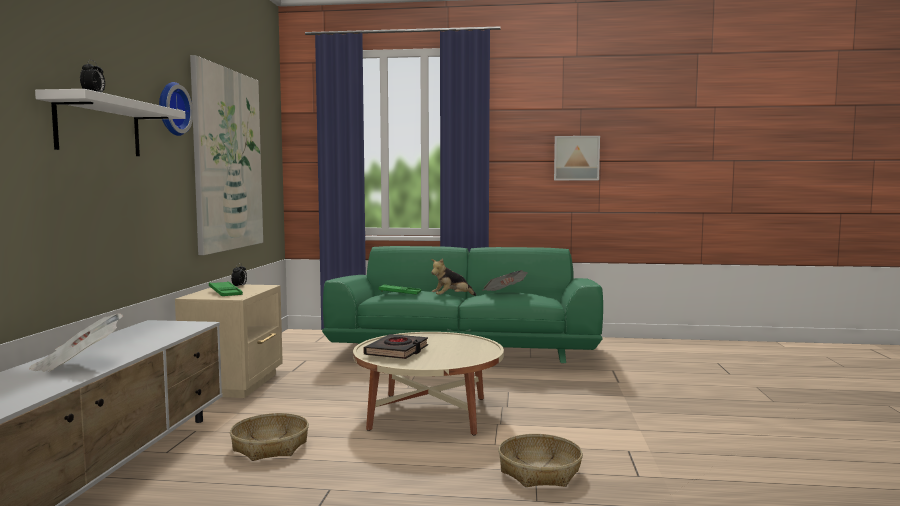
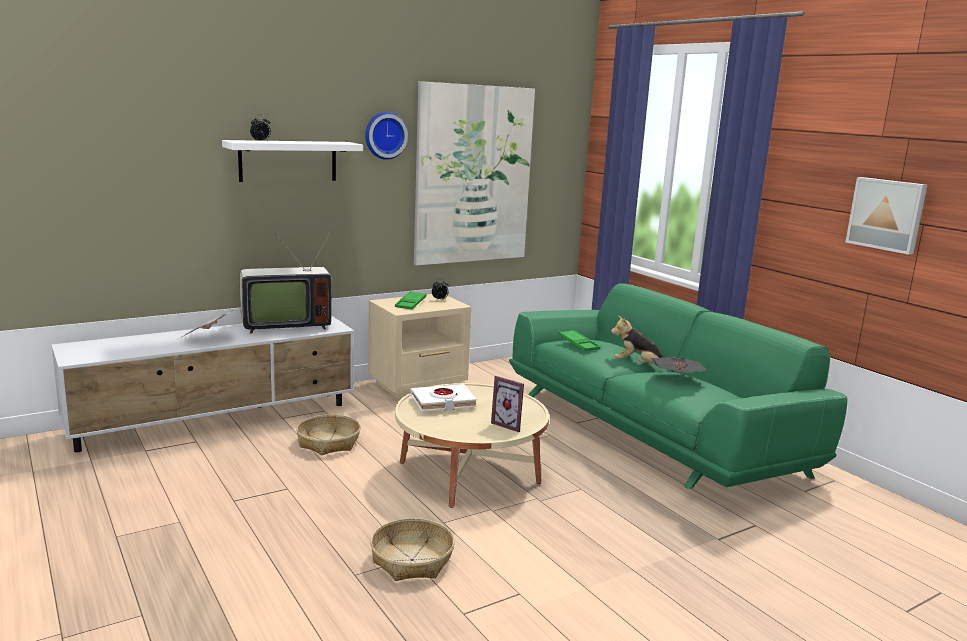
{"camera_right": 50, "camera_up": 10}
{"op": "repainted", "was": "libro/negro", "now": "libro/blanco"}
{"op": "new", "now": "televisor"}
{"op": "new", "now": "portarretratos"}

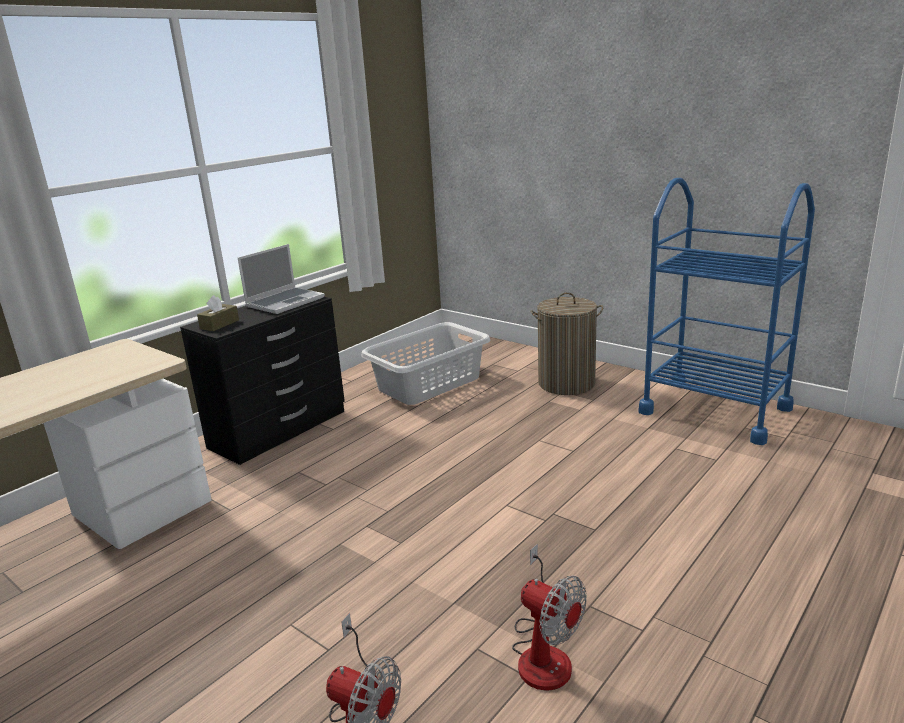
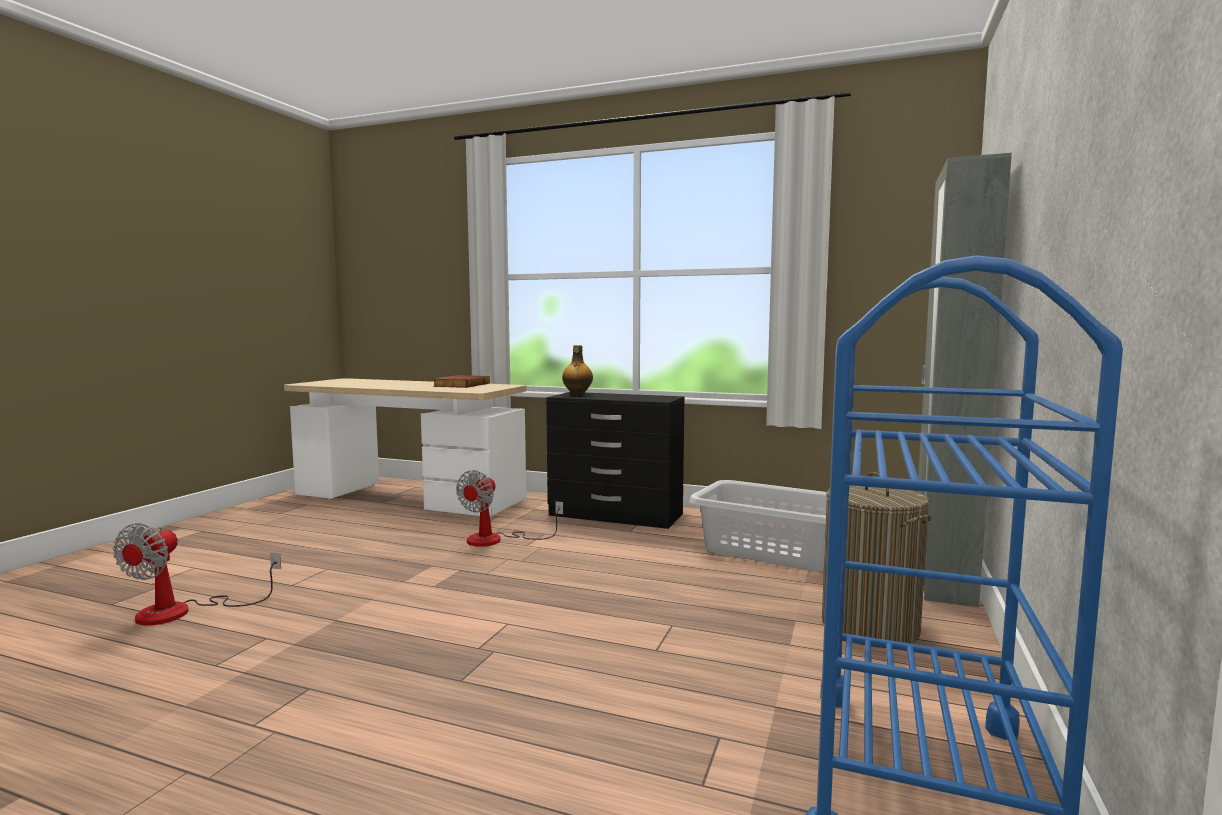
{"camera_right": 70, "camera_up": -15}
{"op": "swapped", "was": "caja de pañuelos/marrón", "now": "botella"}
{"op": "gone", "was": "portátil"}
{"op": "shifted", "was": "ventilador (no. 2 from left)"}
{"op": "new", "now": "libro"}
{"op": "new", "now": "armario ropero/gris"}

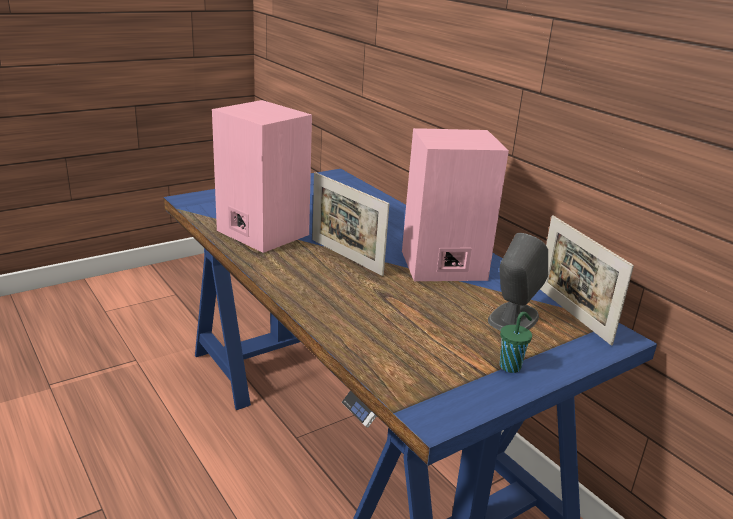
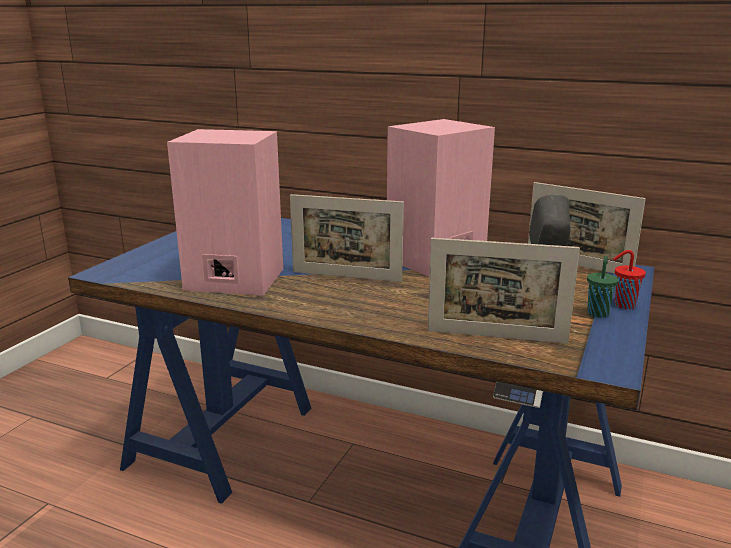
{"camera_right": -30, "camera_up": -5}
{"op": "new", "now": "portarretratos (no. 2 from left)"}
{"op": "new", "now": "taza/rojo"}

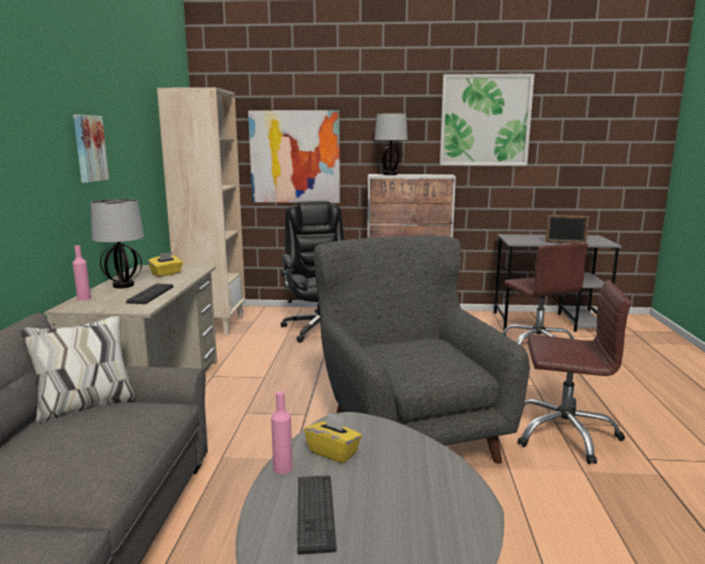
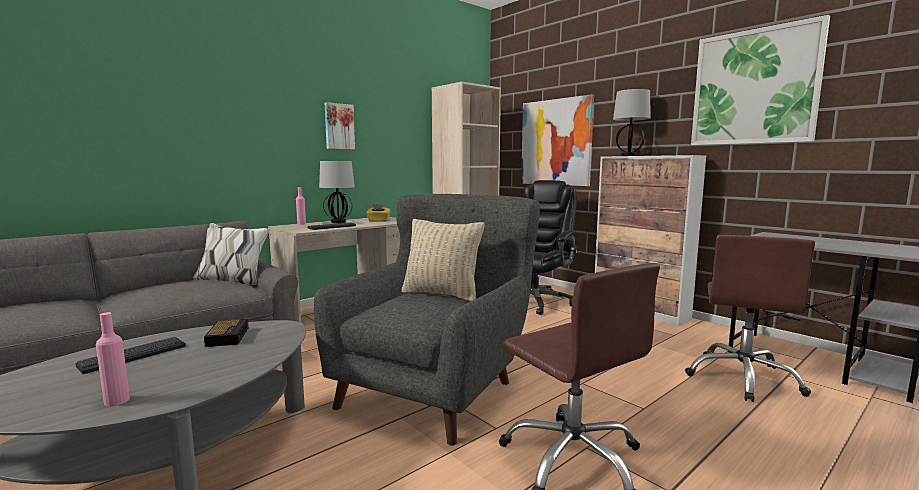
{"camera_right": 45, "camera_up": -5}
{"op": "shifted", "was": "botella/rosa (no. 2 from left in the first image)", "now": "botella/rosa (no. 1 from left)"}
{"op": "swapped", "was": "caja de pañuelos/amarillo (no. 2 from left)", "now": "despertador"}
{"op": "gone", "was": "portarretratos"}
{"op": "new", "now": "cojín/beis"}

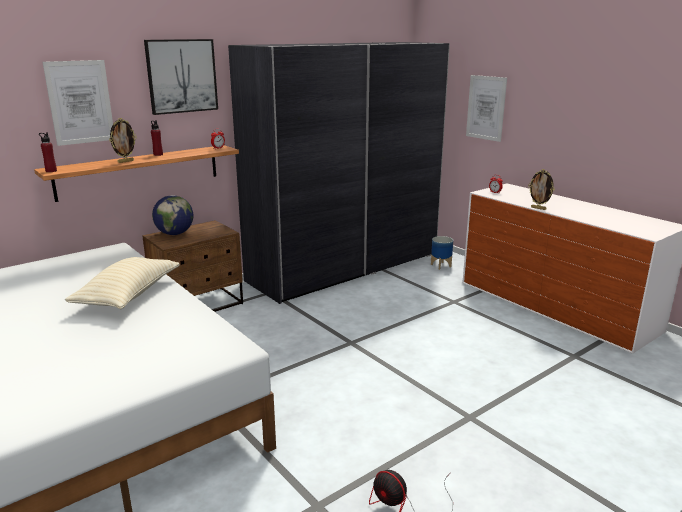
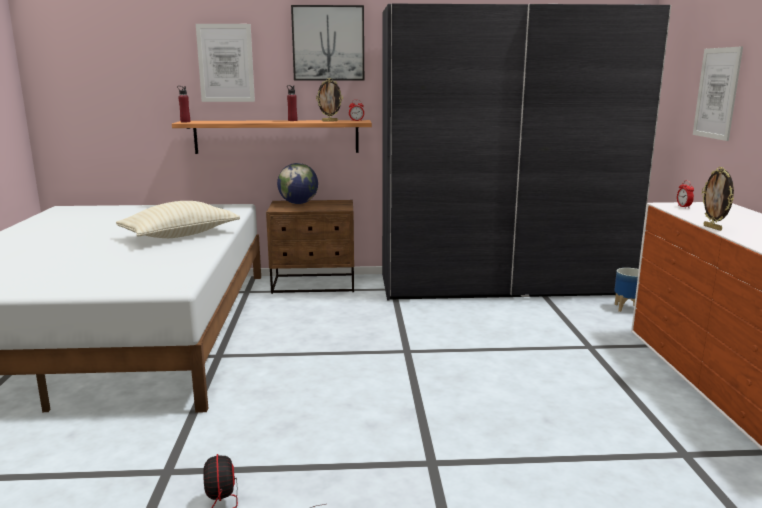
{"camera_right": 35, "camera_up": -5}
{"op": "shifted", "was": "portarretratos (no. 1 from left)"}

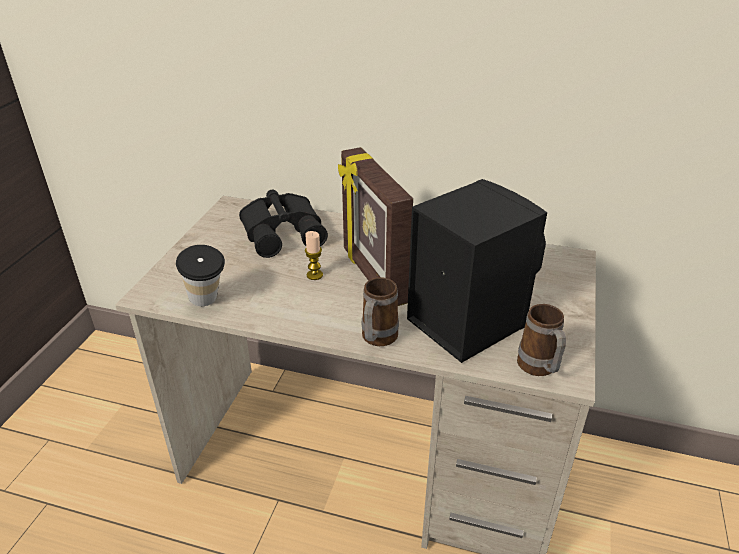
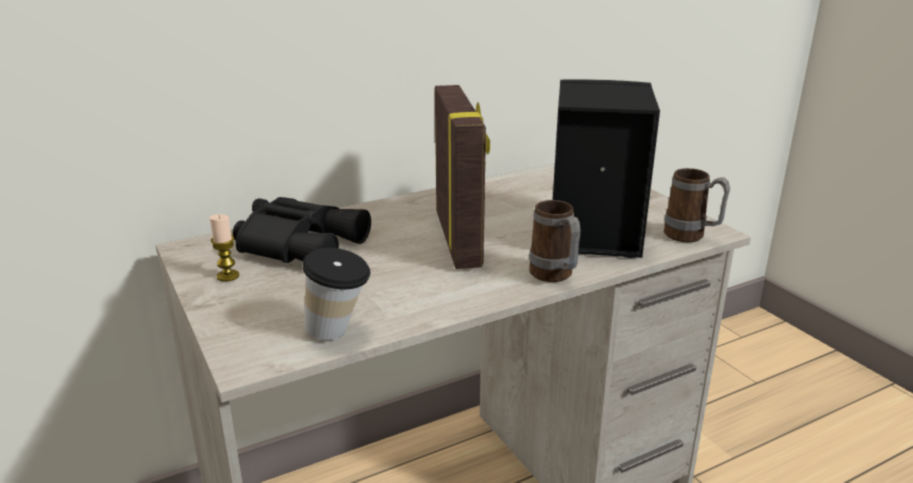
{"camera_right": -45, "camera_up": -10}
{"op": "shifted", "was": "vela"}
{"op": "rotated", "was": "portarretratos", "clockwise": -120}

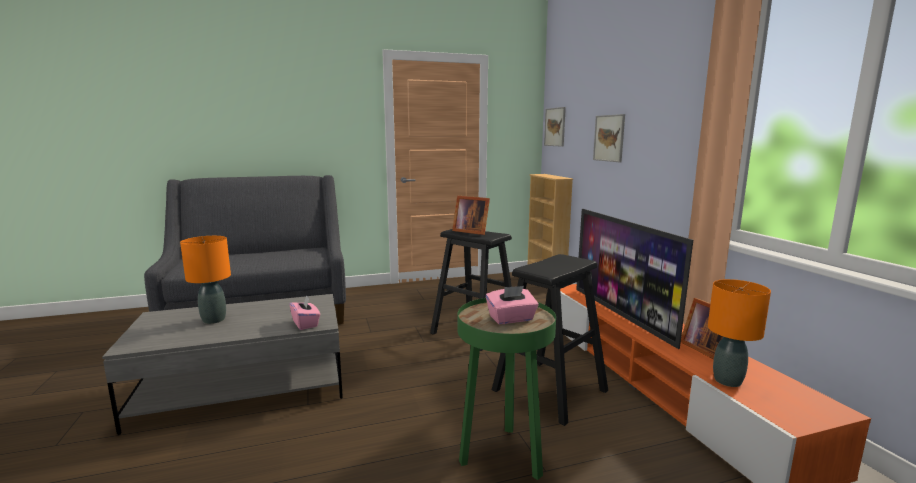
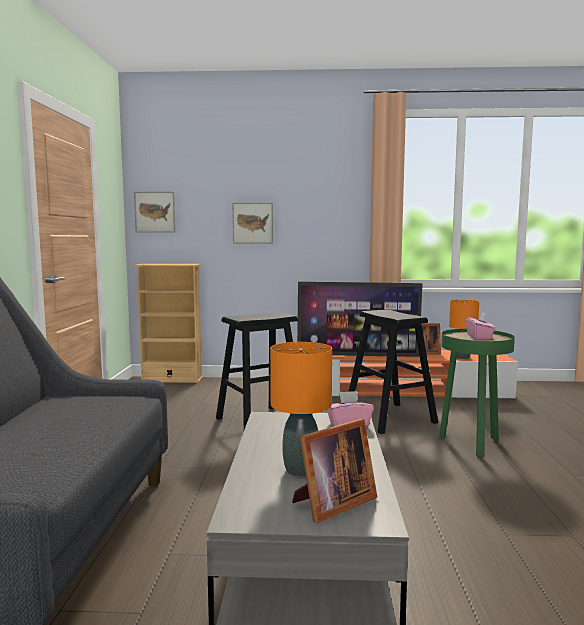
{"camera_right": -70, "camera_up": -5}
{"op": "shifted", "was": "portarretratos (no. 1 from left)"}

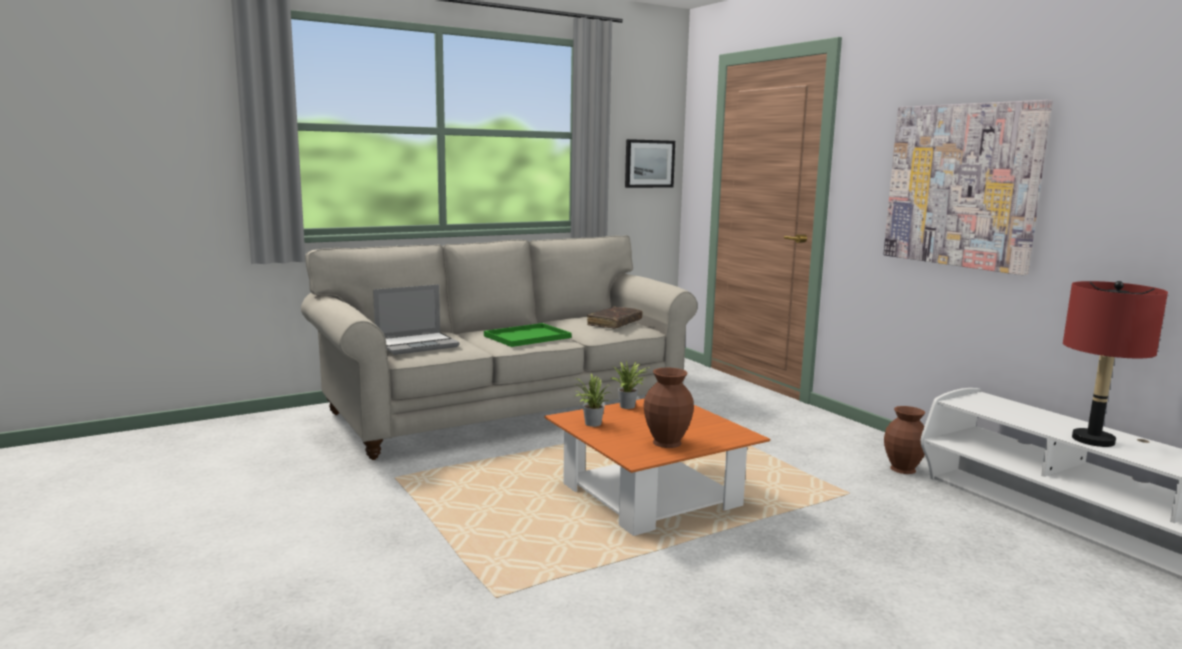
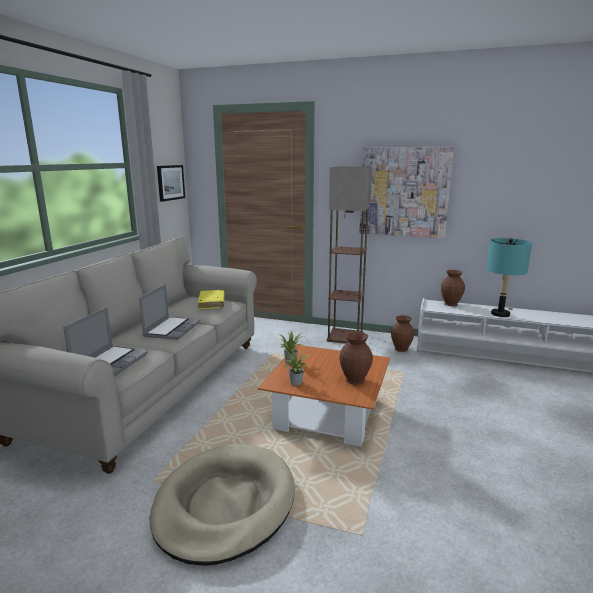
{"camera_right": -40, "camera_up": 5}
{"op": "swapped", "was": "bandeja/verde", "now": "portátil (no. 2 from left)"}
{"op": "repainted", "was": "libro/marrón", "now": "libro/amarillo"}
{"op": "repainted", "was": "lámpara de mesa/rojo", "now": "lámpara de mesa/turquesa"}
{"op": "new", "now": "cama para perro/beis"}
{"op": "new", "now": "lámpara de pie"}
{"op": "new", "now": "florero/marrón (no. 3 from left)"}

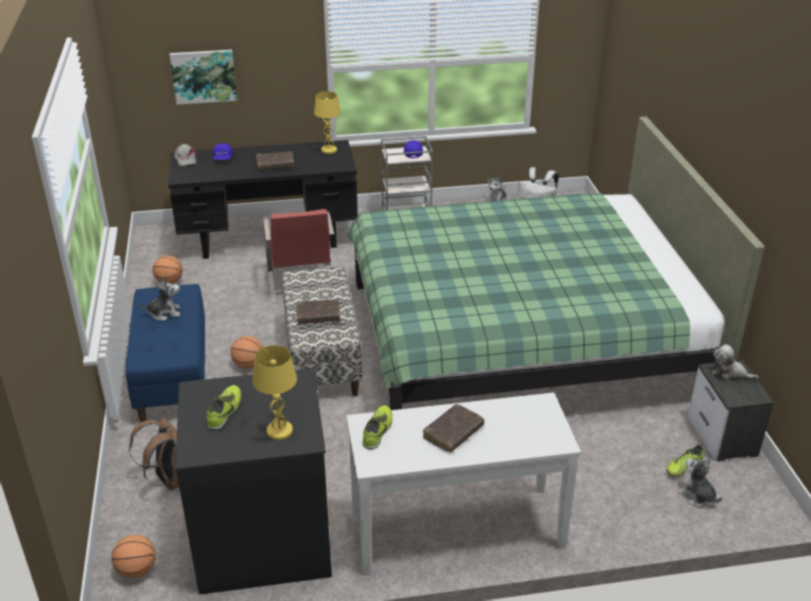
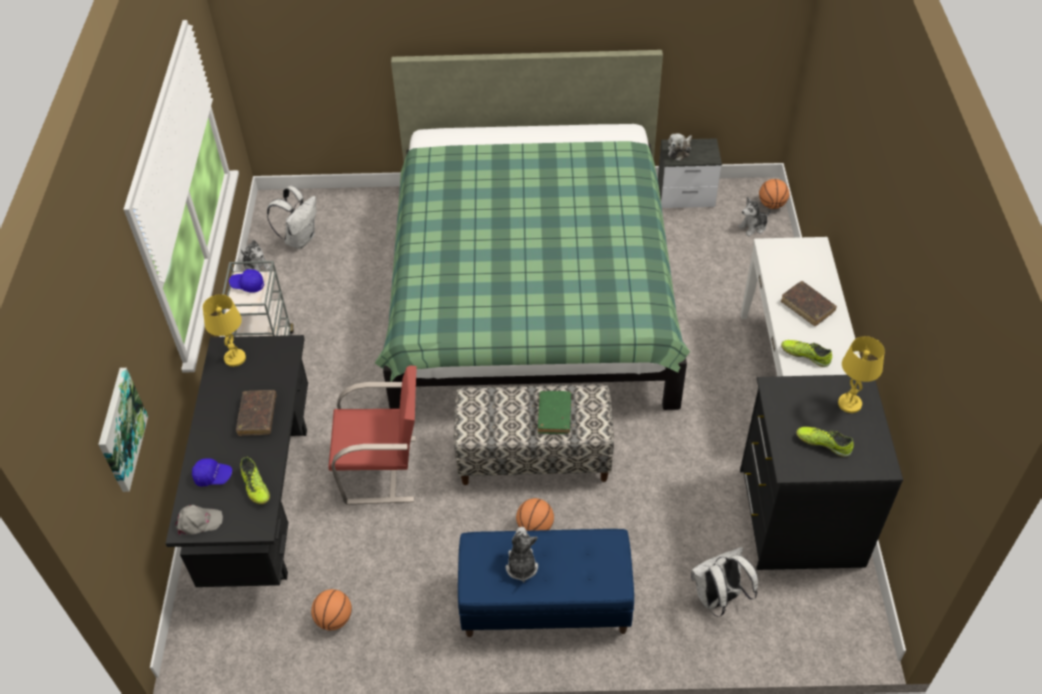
{"camera_right": -80, "camera_up": 15}
{"op": "shifted", "was": "balón de baloncesto (no. 1 from left in the first image)", "now": "balón de baloncesto (no. 3 from left)"}
{"op": "repainted", "was": "mochila/marrón", "now": "mochila/blanco (no. 2 from left)"}
{"op": "repainted", "was": "libro/marrón (no. 2 from left)", "now": "libro/verde"}
{"op": "shifted", "was": "zapato (no. 3 from left in the first image)", "now": "zapato (no. 1 from left)"}

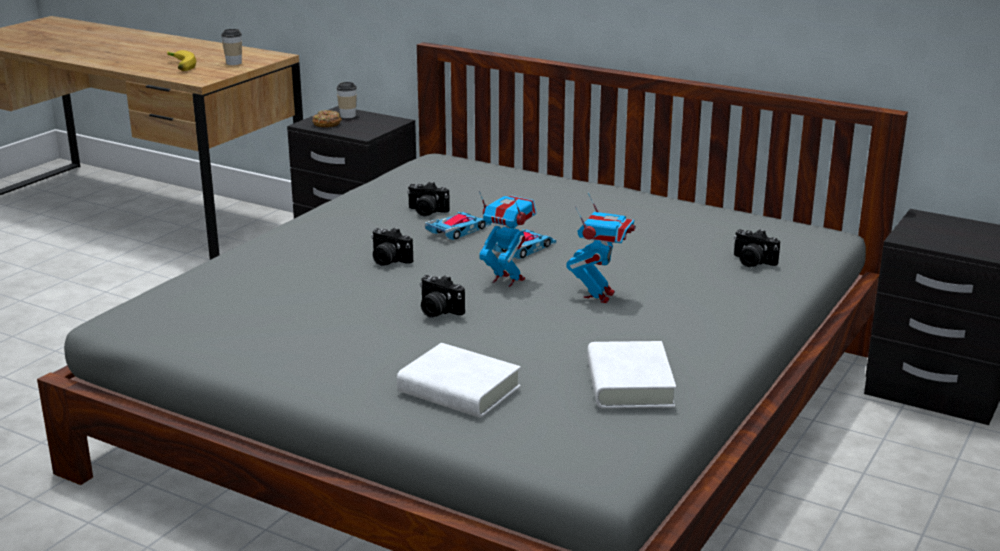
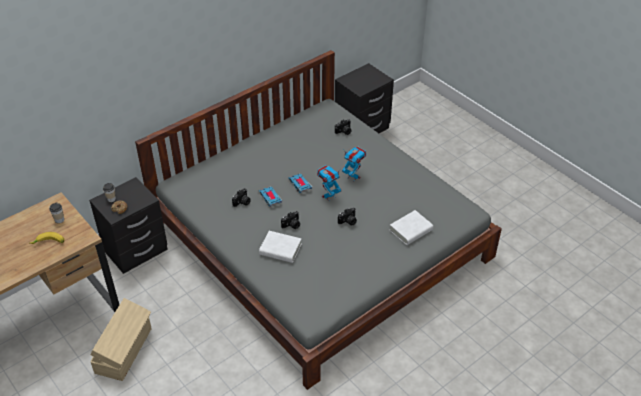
{"camera_right": -70, "camera_up": 20}
{"op": "shifted", "was": "libro/blanco (no. 2 from left in the first image)", "now": "libro/blanco (no. 1 from left)"}
{"op": "new", "now": "caja de almacenaje/beis"}

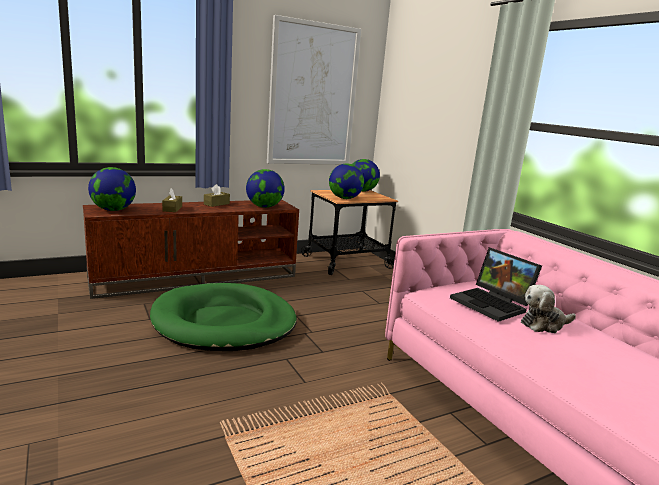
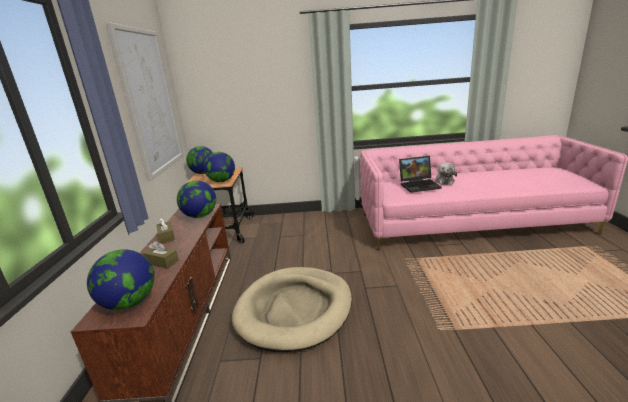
{"camera_right": -60, "camera_up": 5}
{"op": "repainted", "was": "cama para perro/verde", "now": "cama para perro/beis"}

